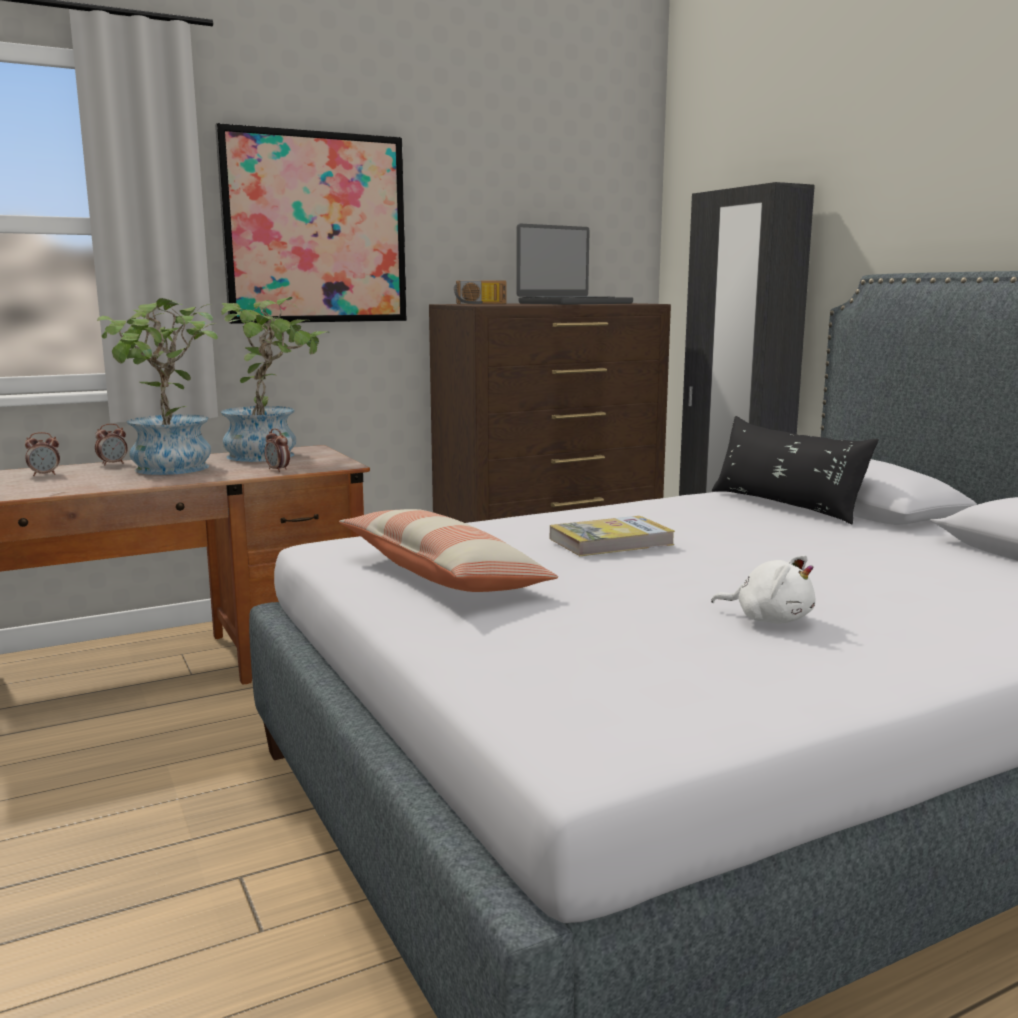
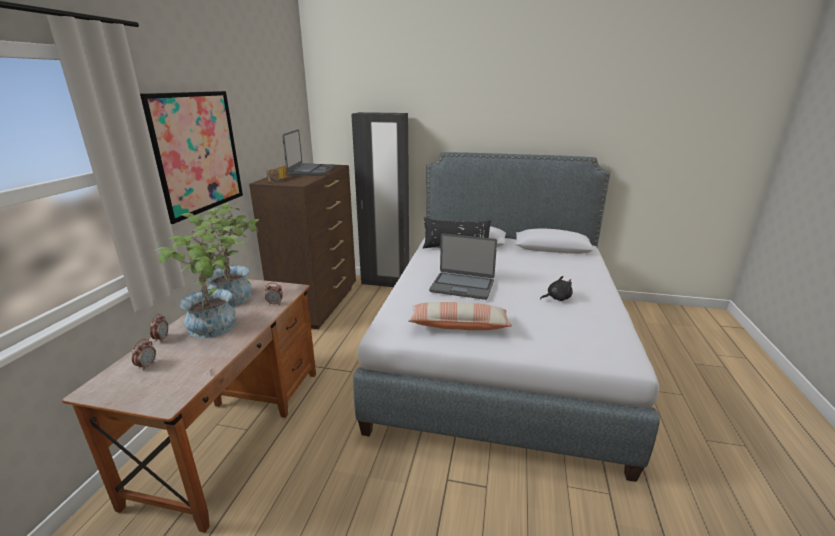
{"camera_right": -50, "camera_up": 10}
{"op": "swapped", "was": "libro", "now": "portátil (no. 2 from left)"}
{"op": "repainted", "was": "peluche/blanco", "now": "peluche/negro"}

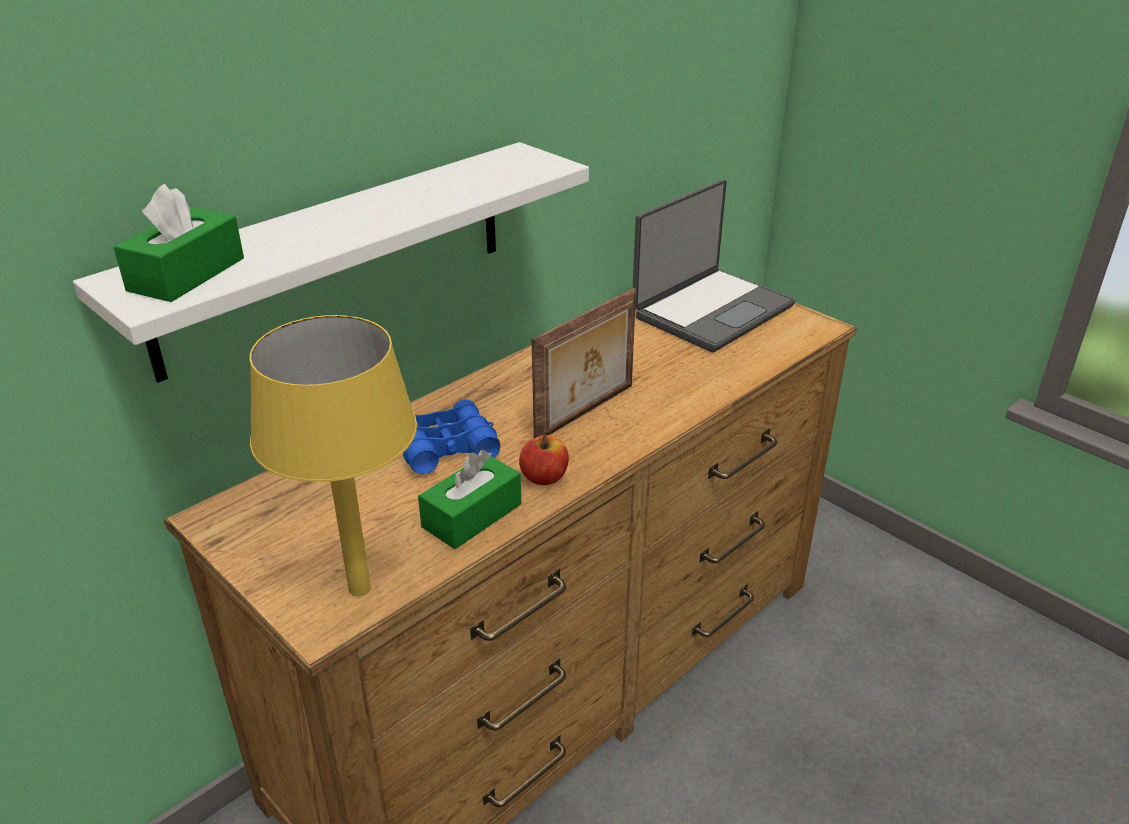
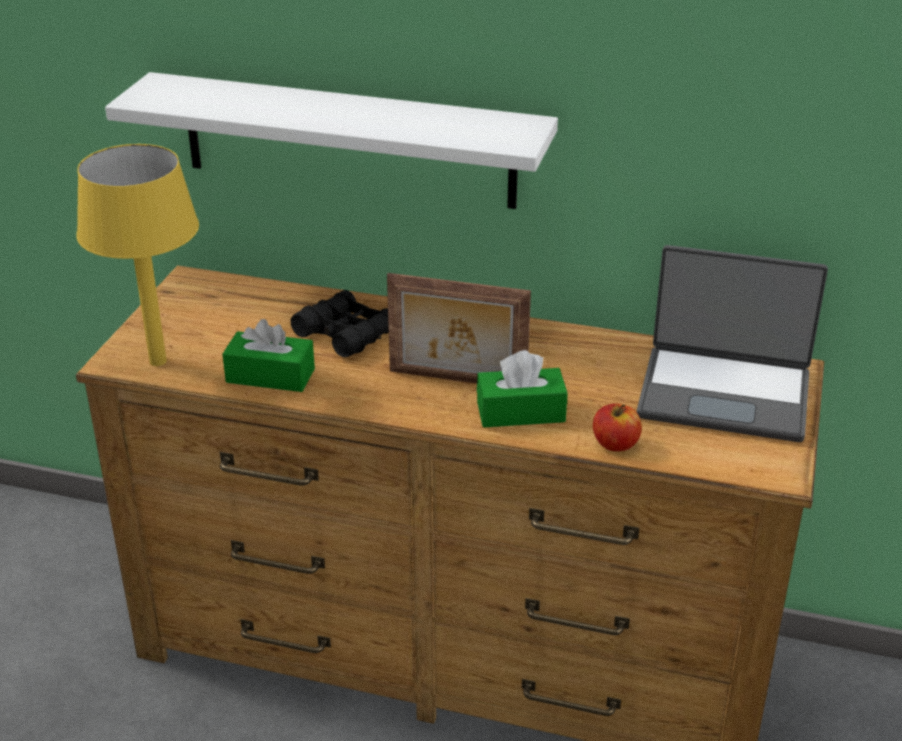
{"camera_right": 60, "camera_up": 0}
{"op": "shifted", "was": "caja de pañuelos/verde (no. 1 from left in the first image)", "now": "caja de pañuelos/verde (no. 2 from left)"}
{"op": "repainted", "was": "prismáticos/azul", "now": "prismáticos/negro"}
{"op": "shifted", "was": "manzana"}

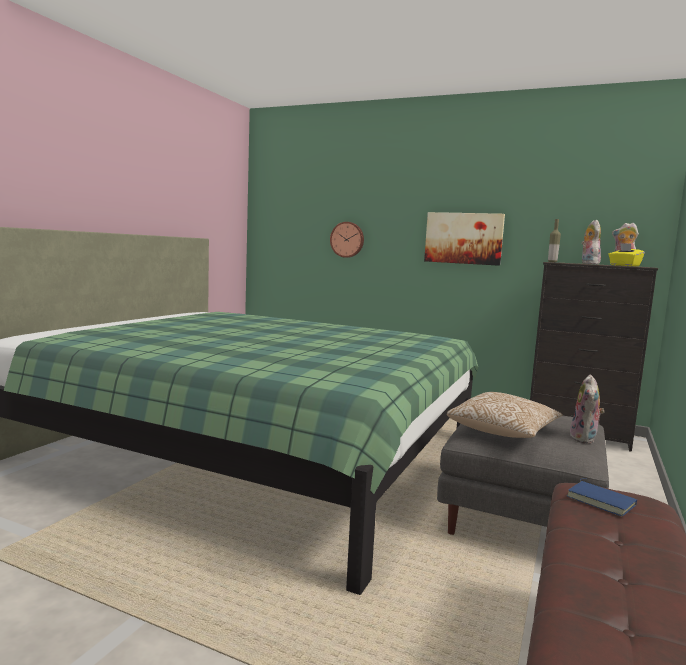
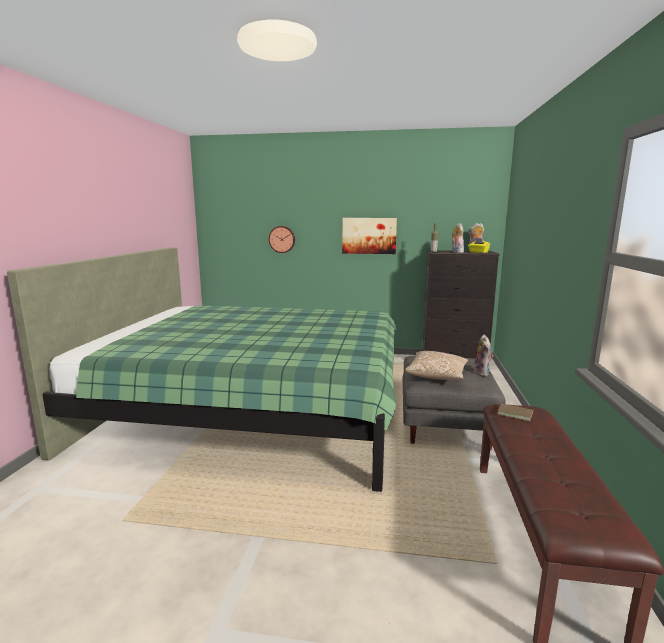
{"camera_right": -15, "camera_up": 5}
{"op": "repainted", "was": "libro/azul", "now": "libro/marrón"}

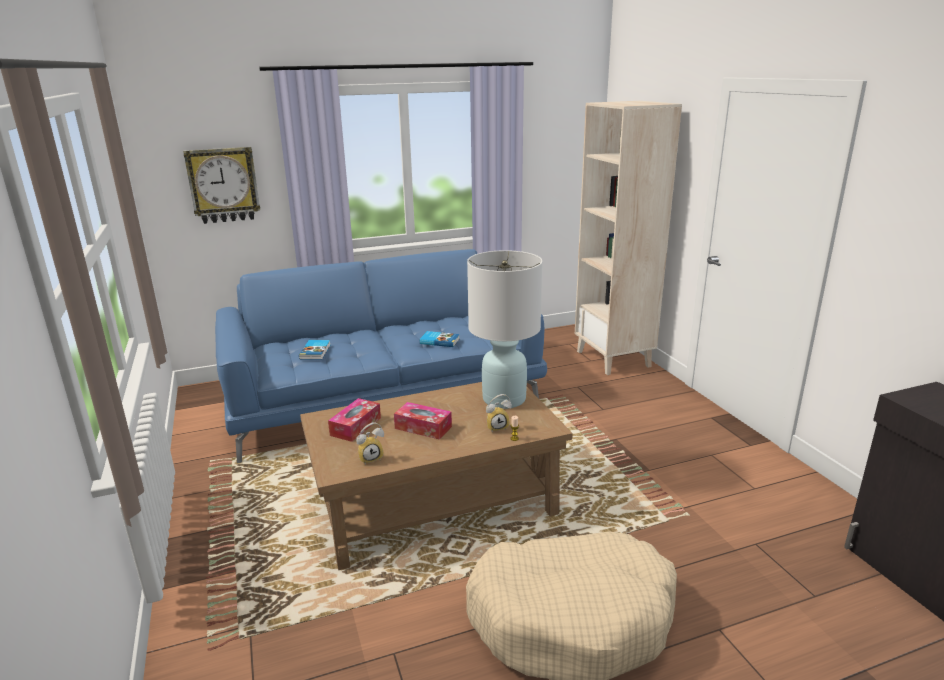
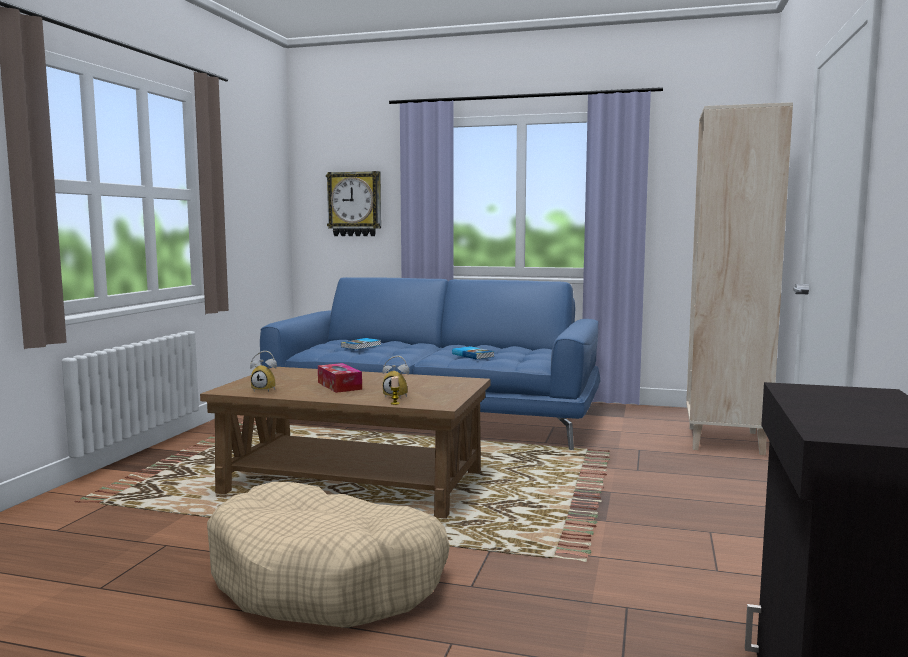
{"camera_right": 35, "camera_up": -15}
{"op": "gone", "was": "caja de pañuelos (no. 1 from left)"}
{"op": "gone", "was": "lámpara de mesa/blanco"}

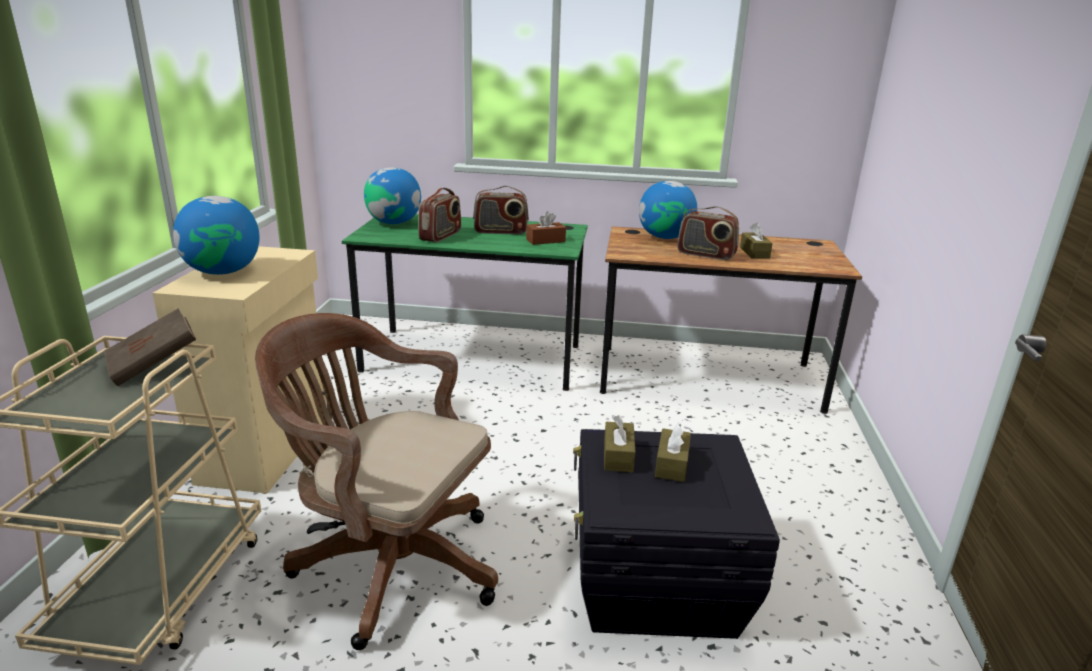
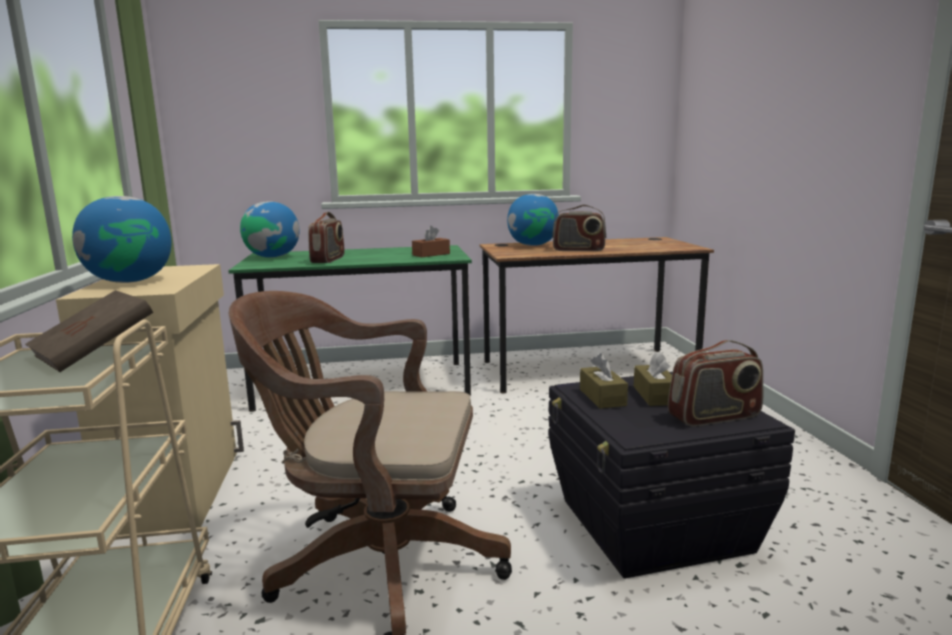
{"camera_right": -15, "camera_up": -10}
{"op": "shifted", "was": "radio (no. 2 from left in the first image)", "now": "radio (no. 3 from left)"}
{"op": "gone", "was": "caja de pañuelos/marrón (no. 4 from left)"}

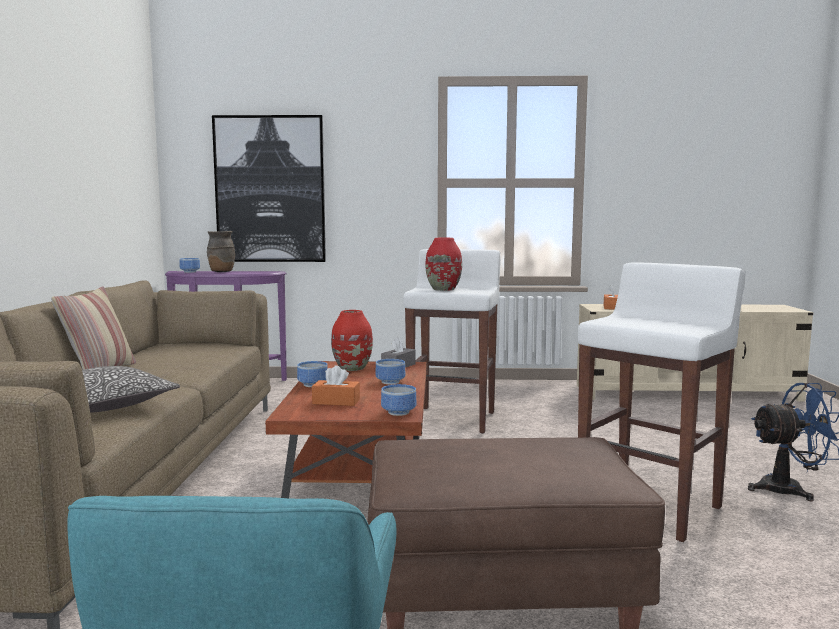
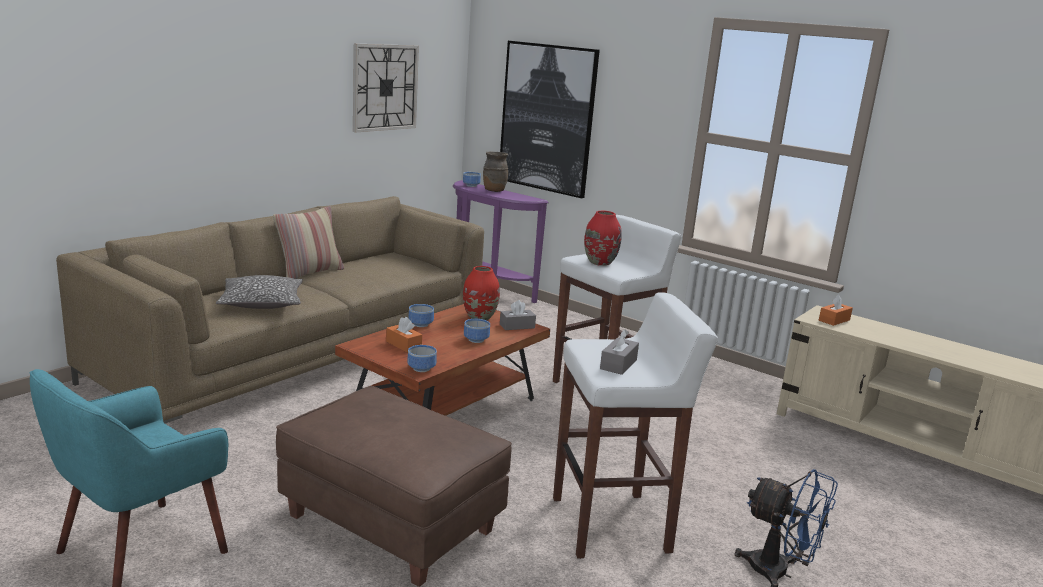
{"camera_right": 35, "camera_up": 10}
{"op": "new", "now": "reloj de pared"}
{"op": "new", "now": "caja de pañuelos/gris (no. 2 from left)"}

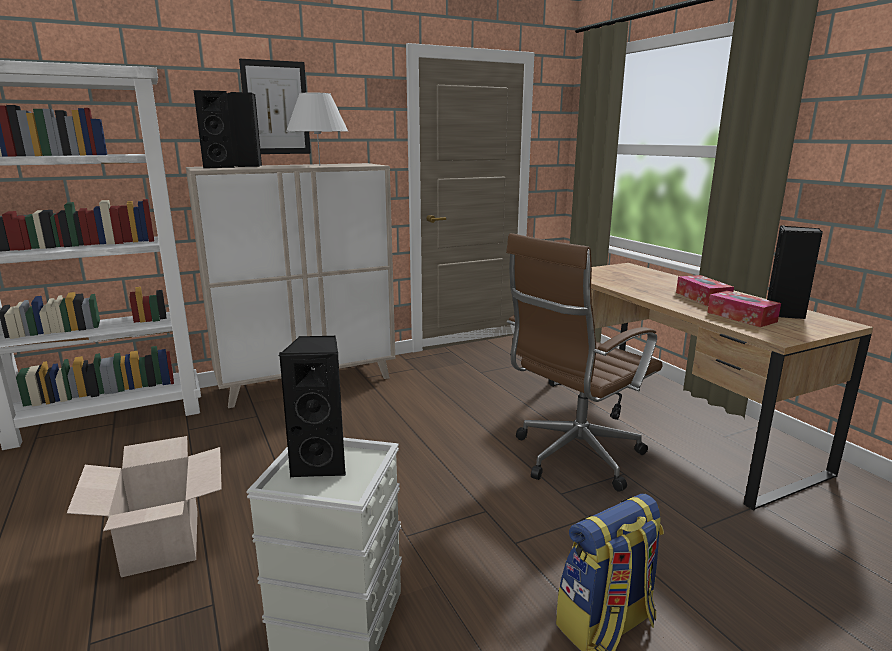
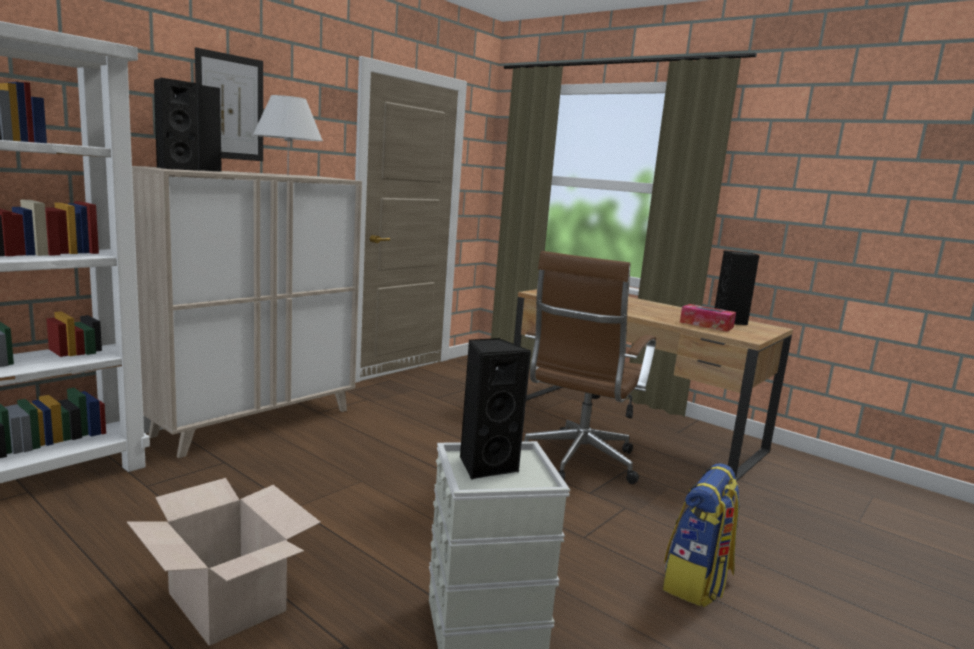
{"camera_right": -25, "camera_up": -5}
{"op": "gone", "was": "caja de pañuelos (no. 1 from left)"}

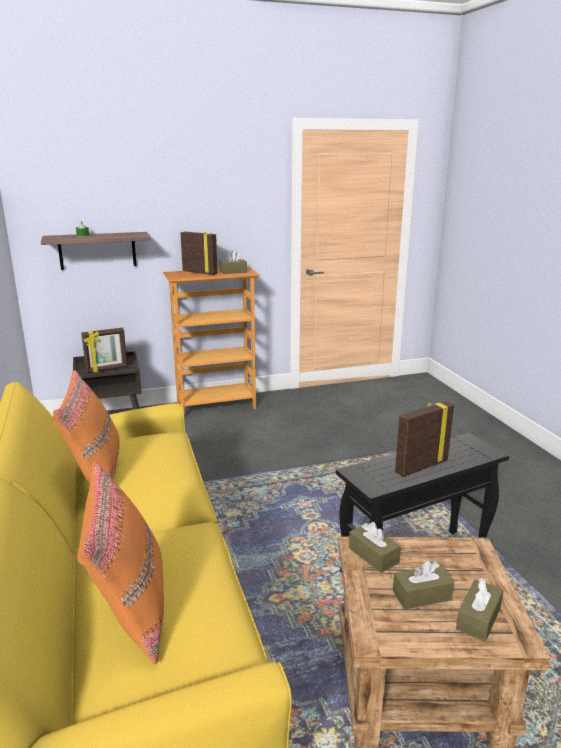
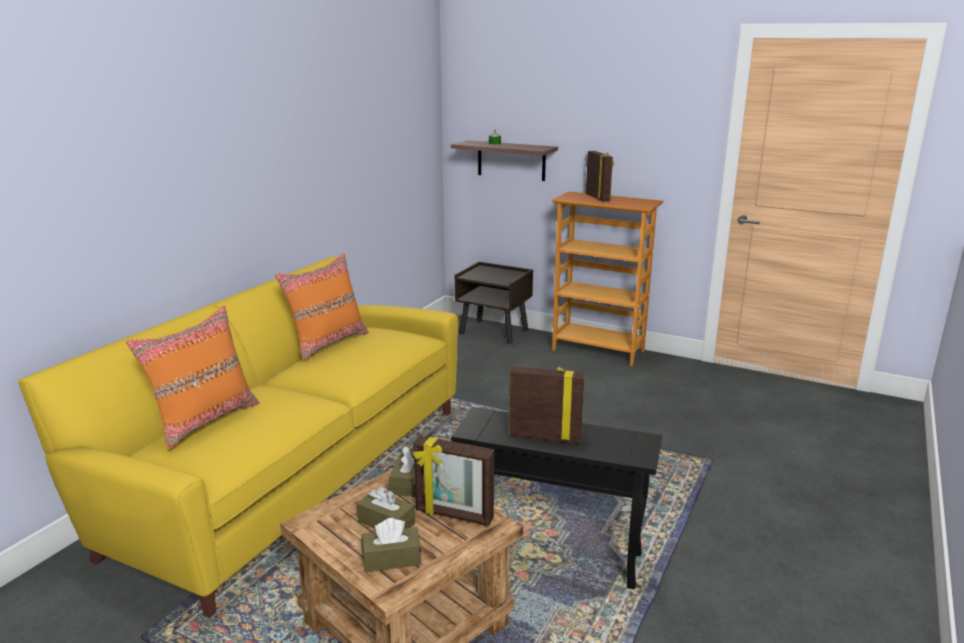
{"camera_right": 45, "camera_up": 0}
{"op": "shifted", "was": "portarretratos (no. 1 from left)"}
{"op": "gone", "was": "caja de pañuelos/marrón (no. 1 from left)"}

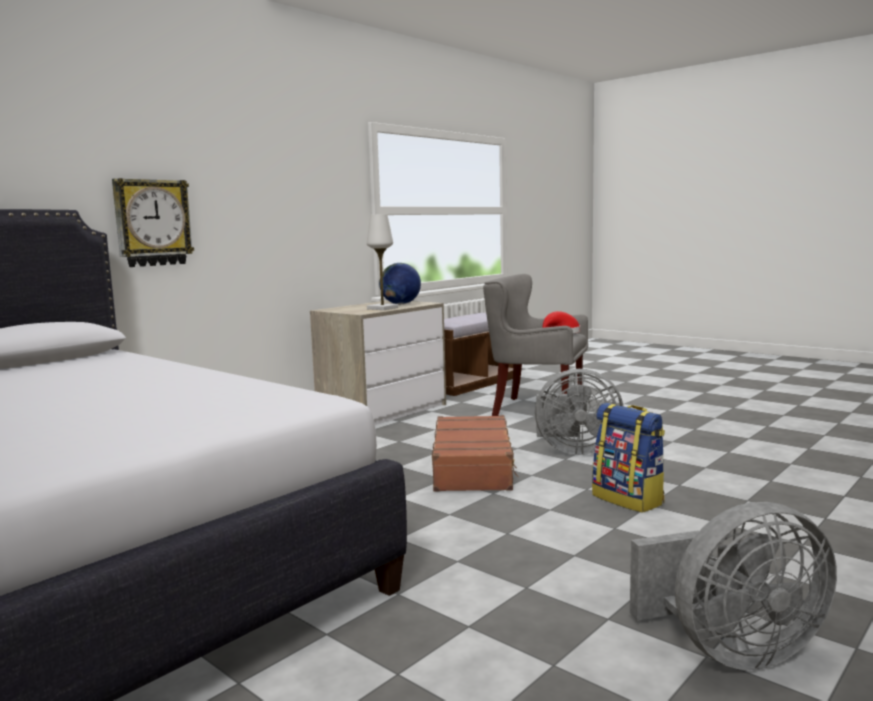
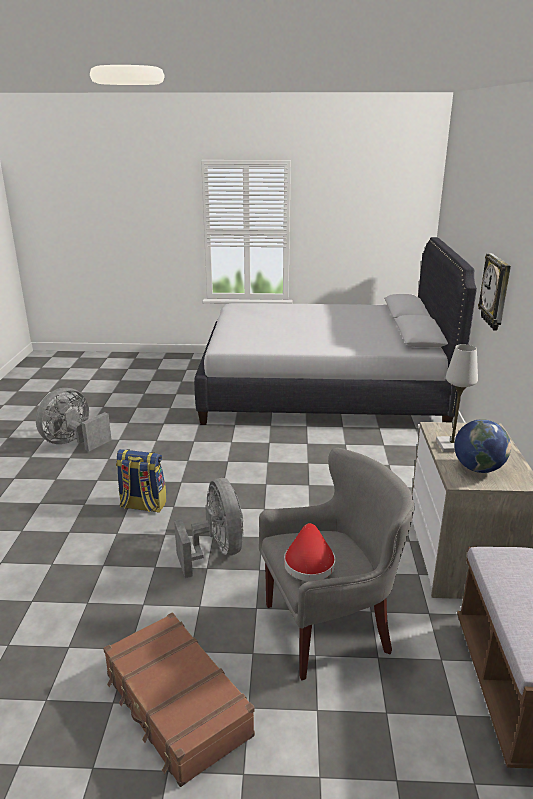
{"camera_right": 140, "camera_up": 15}
{"op": "shifted", "was": "maleta/marrón"}
{"op": "rotated", "was": "ventilador/gris (no. 1 from left in the first image)", "clockwise": 105}

